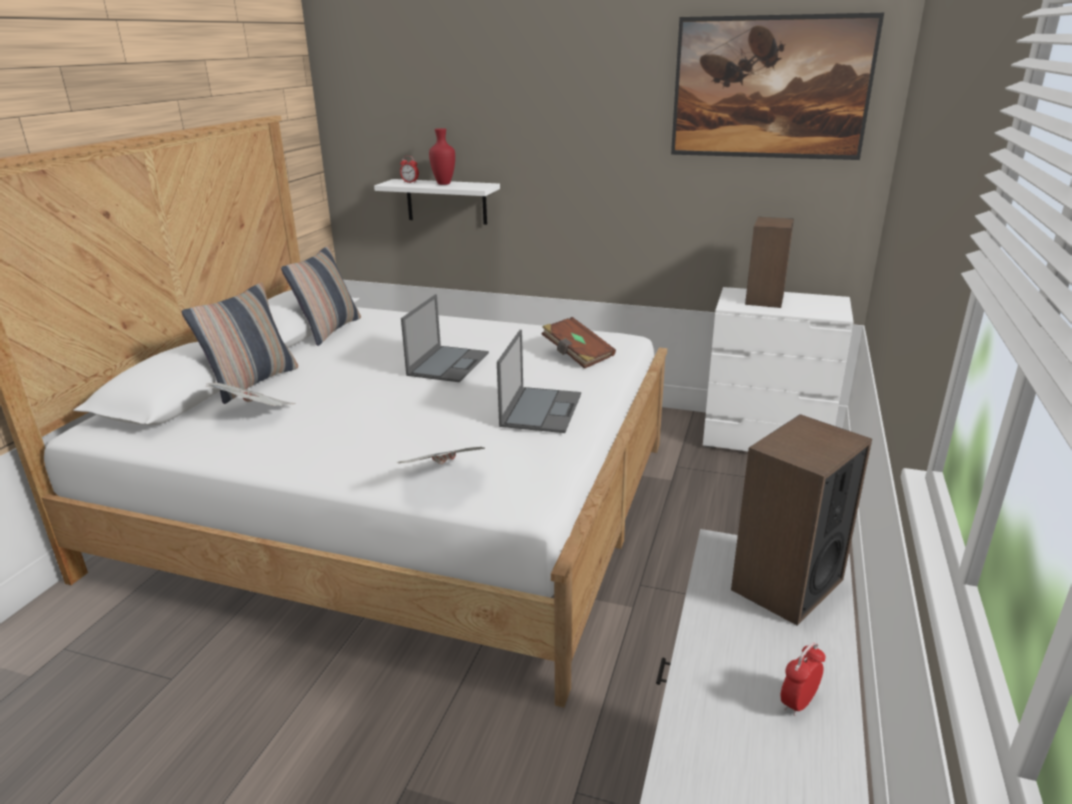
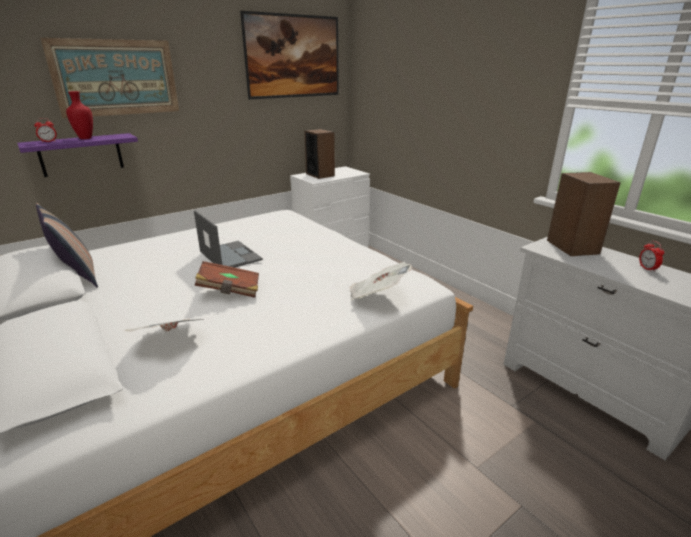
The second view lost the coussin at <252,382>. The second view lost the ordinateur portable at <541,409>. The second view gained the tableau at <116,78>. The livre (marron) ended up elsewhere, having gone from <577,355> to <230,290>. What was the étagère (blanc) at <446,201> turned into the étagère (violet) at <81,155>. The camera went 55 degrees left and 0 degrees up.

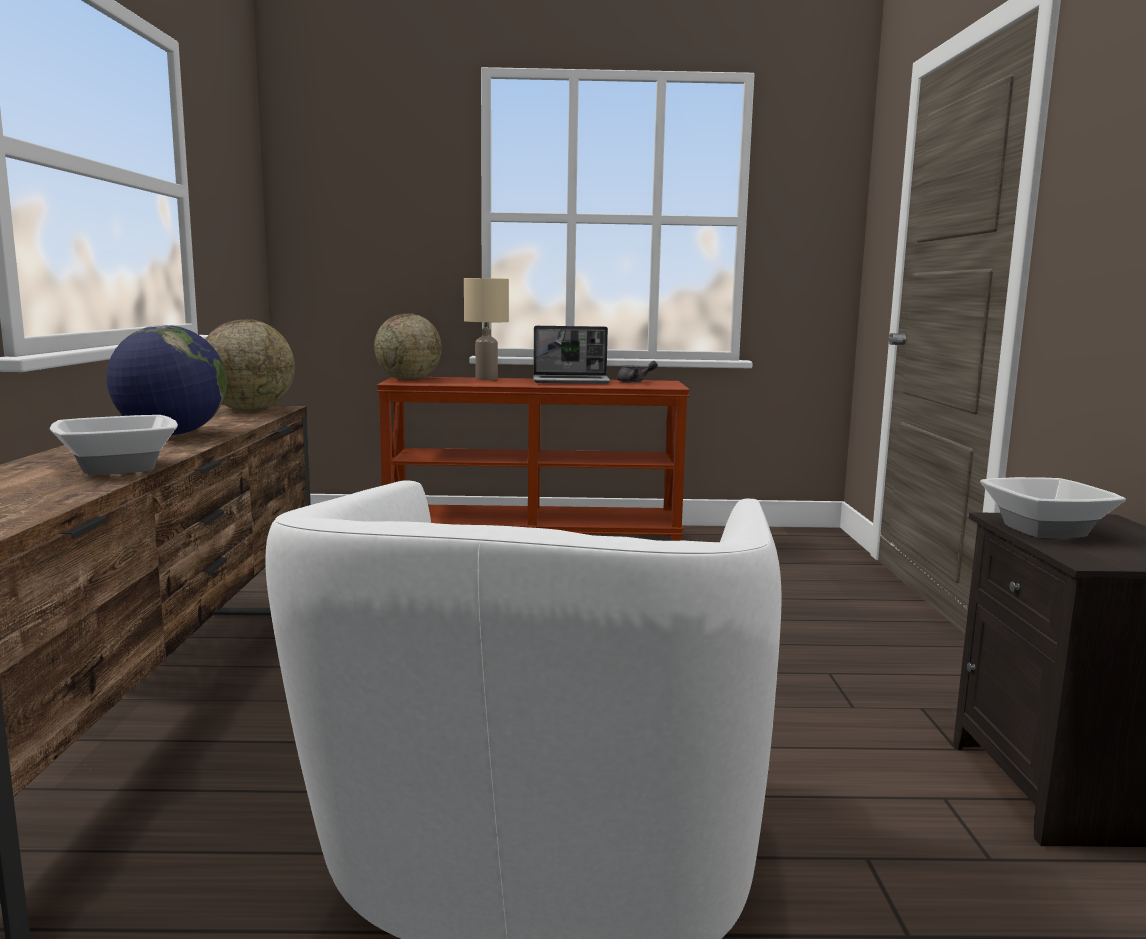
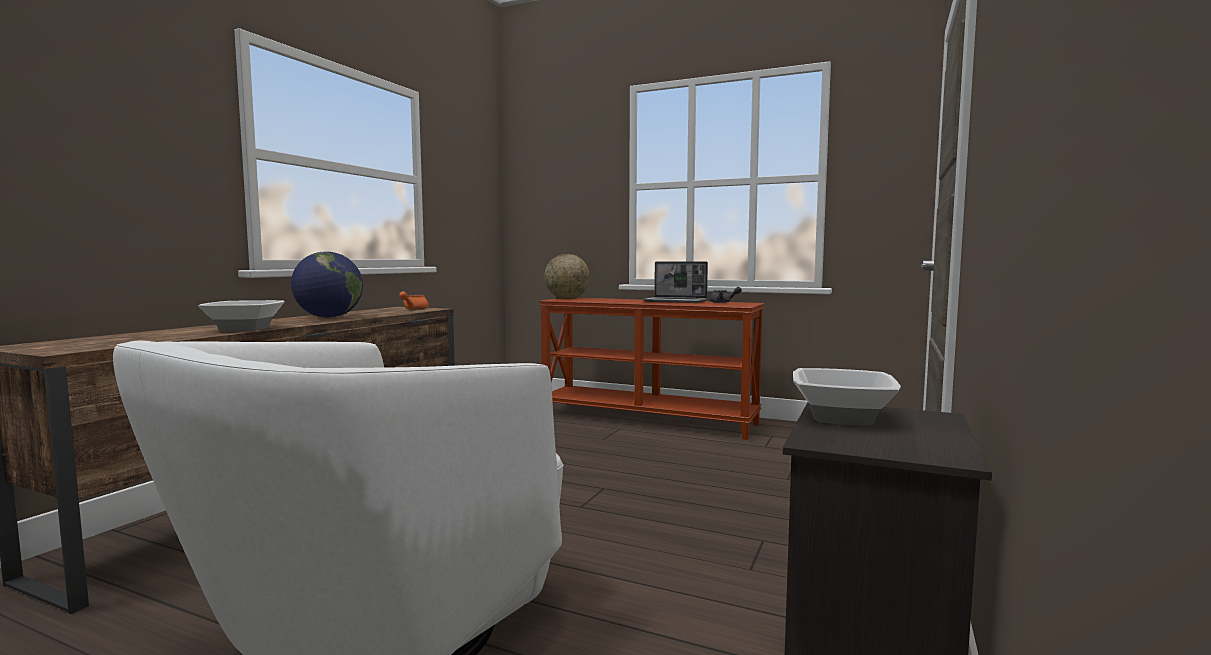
The second view lost the lampe de table (beige) at <485,378>. Where the globe stood at <249,410>, the théière (orange) came to stand at <413,309>. The camera went 25 degrees right and 5 degrees down.

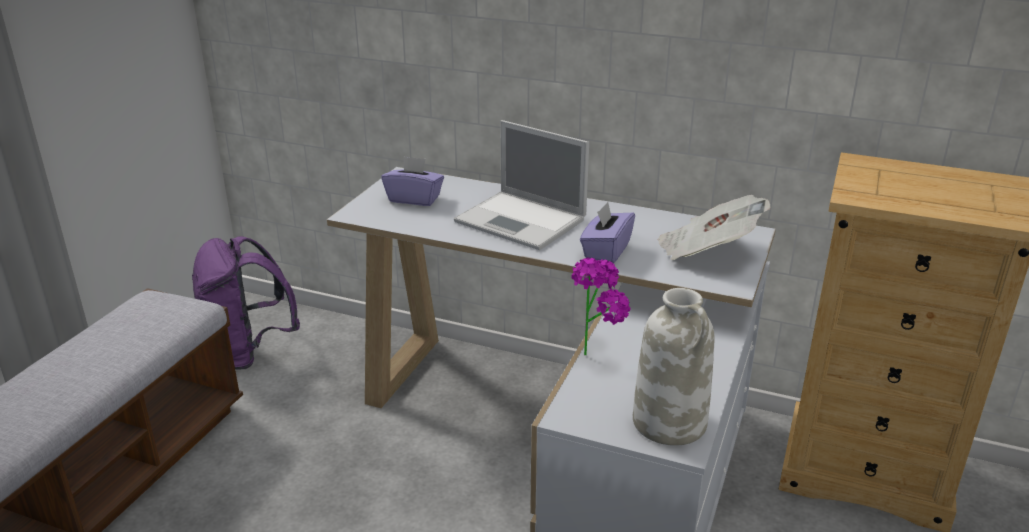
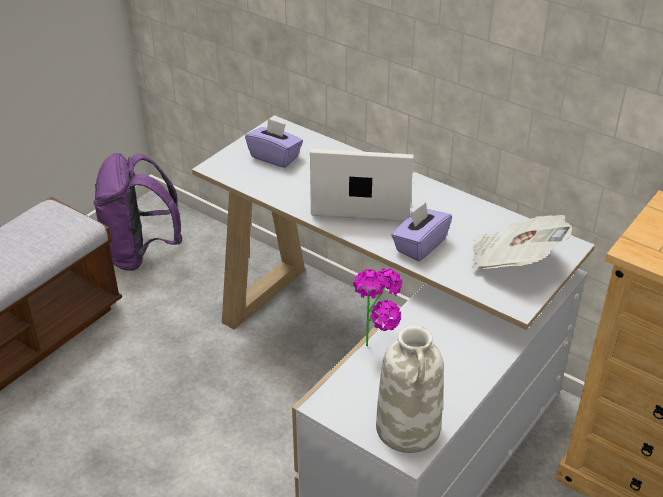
The ordinateur portable at <522,221> ended up facing another way, 135 degrees clockwise from before. The camera went 15 degrees right and 10 degrees up.

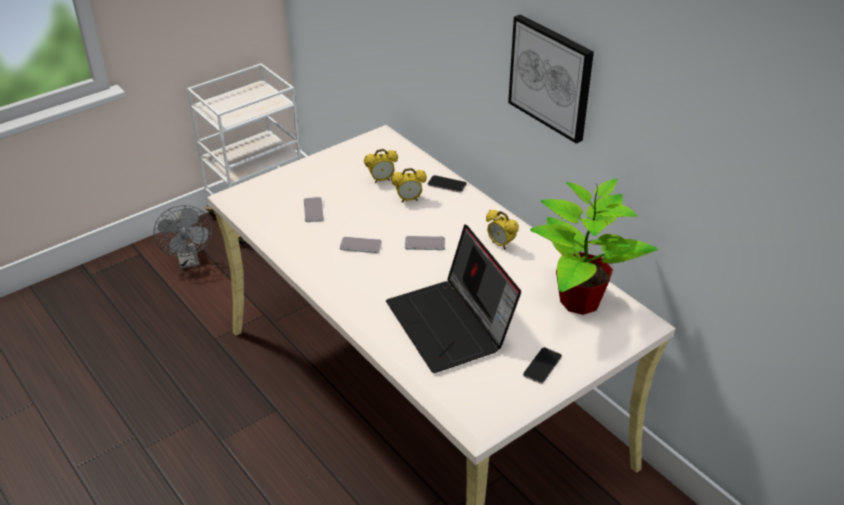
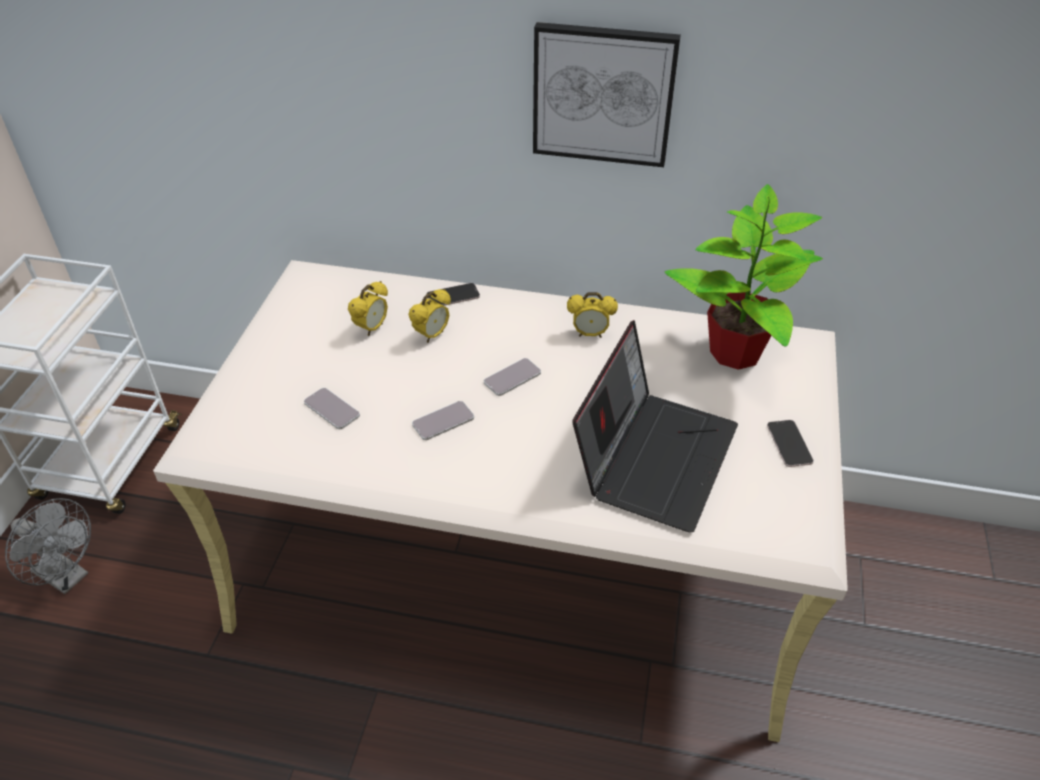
The ordinateur portable at <451,325> ended up facing another way, 90 degrees counterclockwise from before. The camera went 40 degrees left and 5 degrees up.

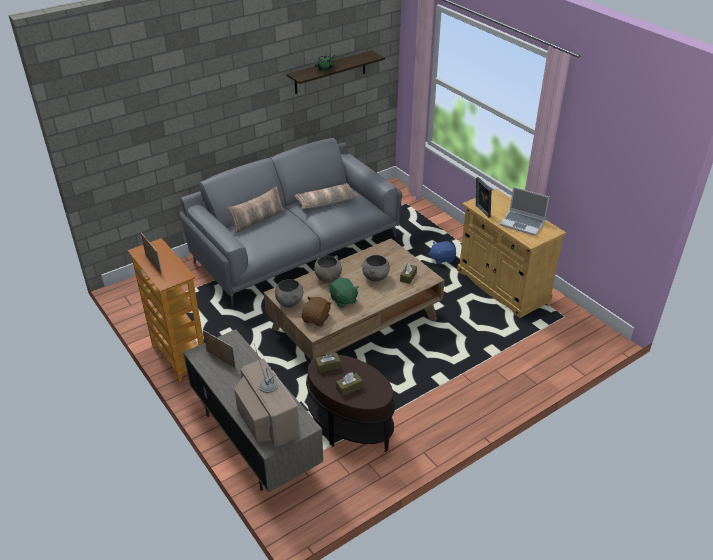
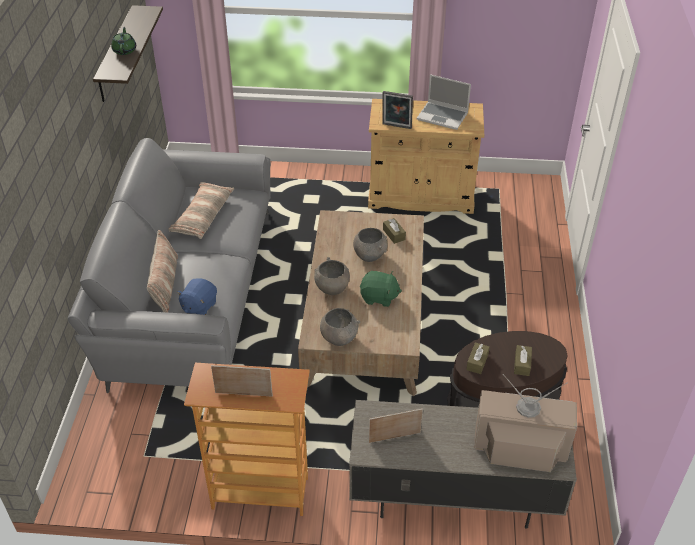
The second view lost the peluche (marron) at <316,319>. The peluche (bleu) ended up elsewhere, having gone from <442,259> to <199,306>. The ordinateur portable at <523,223> ended up facing another way, 45 degrees clockwise from before. The camera went 50 degrees left and 5 degrees up.

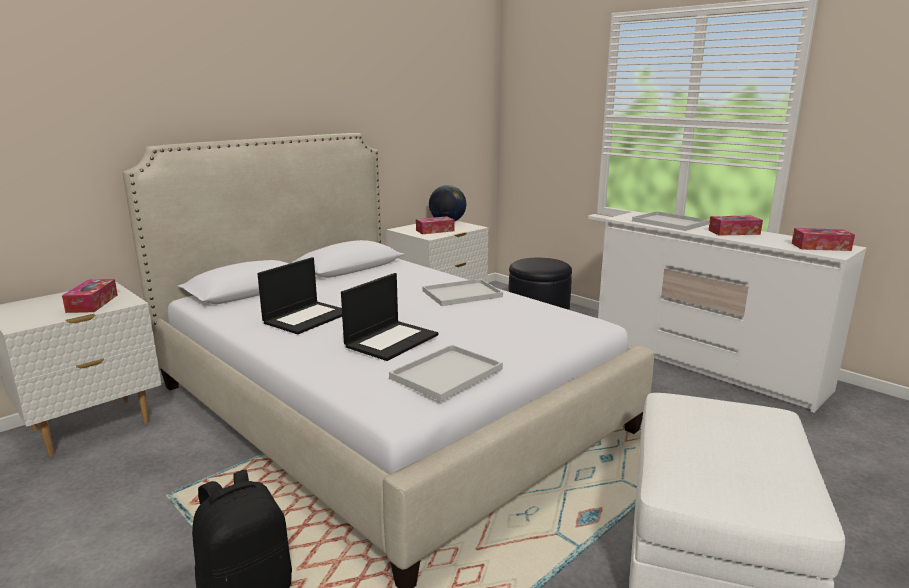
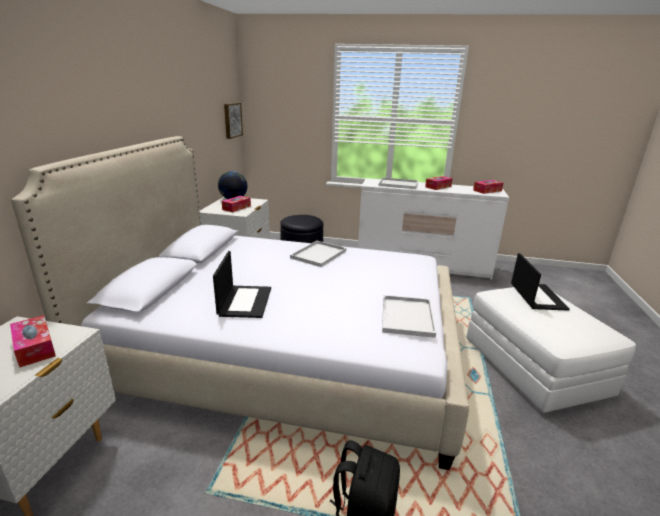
The second view gained the tableau at <232,120>. The ordinateur portable ended up elsewhere, having gone from <391,340> to <537,296>. The camera went 35 degrees left and 5 degrees up.

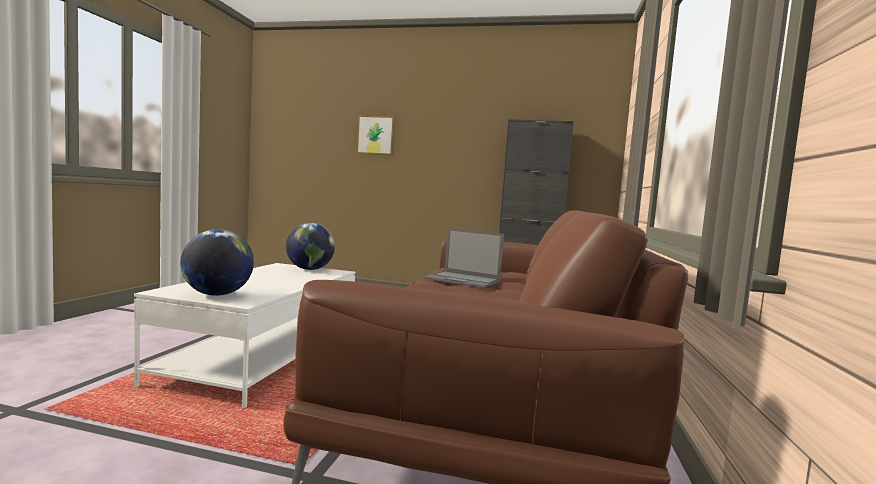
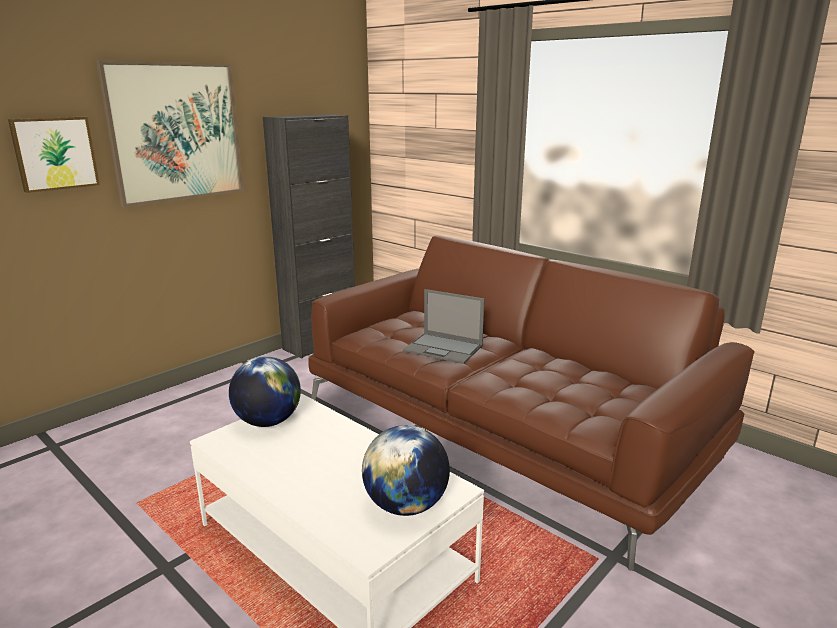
The second view gained the tableau at <176,132>. The ordinateur portable at <463,280> ended up facing another way, 60 degrees clockwise from before. The camera went 60 degrees left and 15 degrees up.

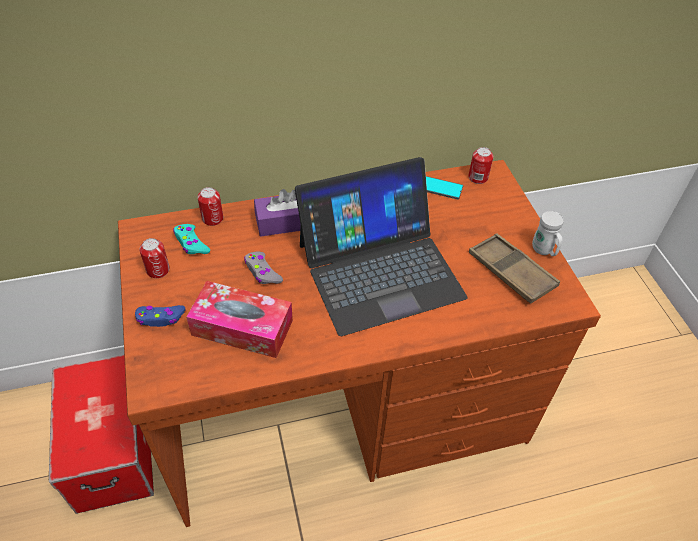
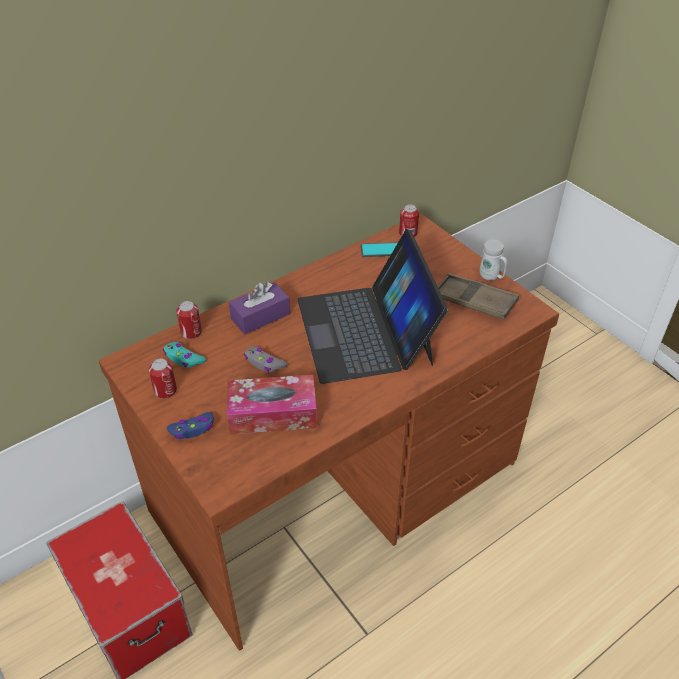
The ordinateur portable at <379,269> ended up facing another way, 120 degrees clockwise from before. The camera went 20 degrees left and 5 degrees down.

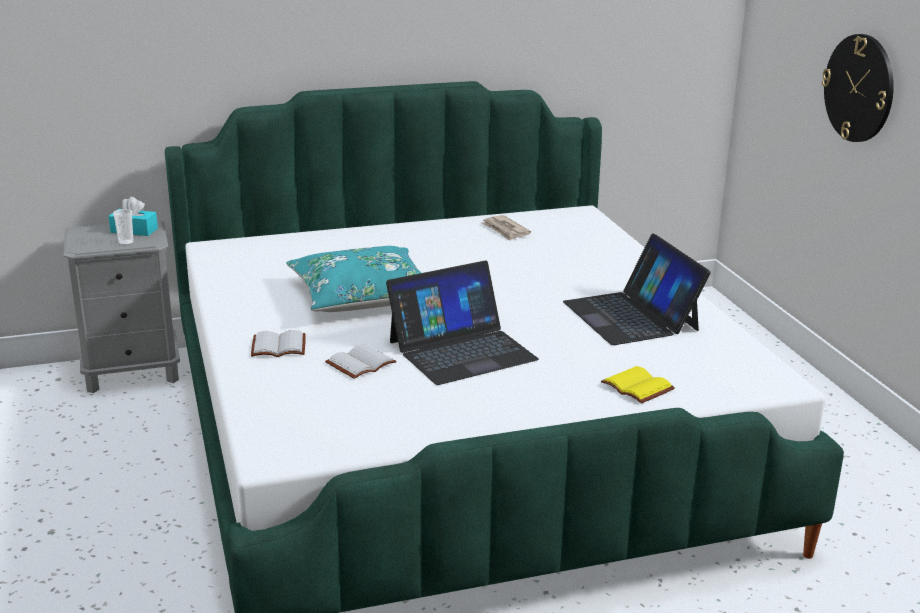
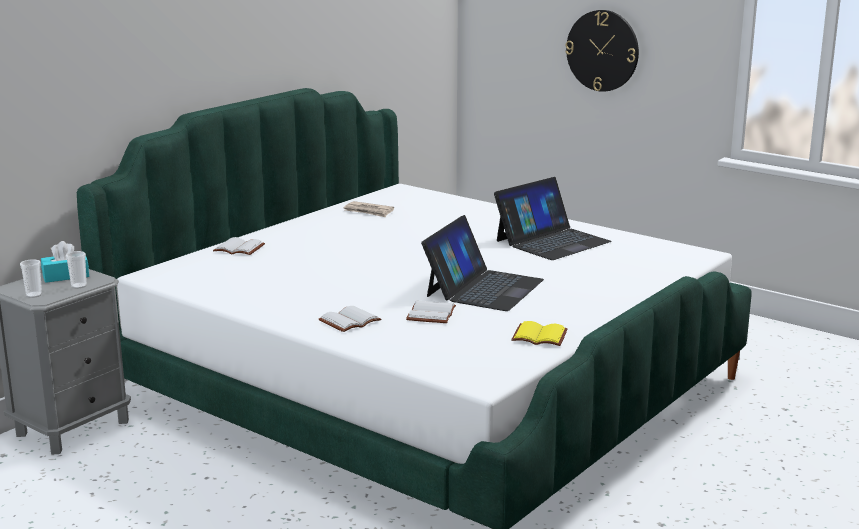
The second view lost the coussin (turquoise) at <363,296>. The second view gained the tasse at <34,295>. The second view gained the livre (blanc) at <238,249>. The livre (jaune) ended up elsewhere, having gone from <639,387> to <540,336>. The ordinateur portable at <631,316> ended up facing another way, 75 degrees counterclockwise from before. The camera went 35 degrees left and 5 degrees down.

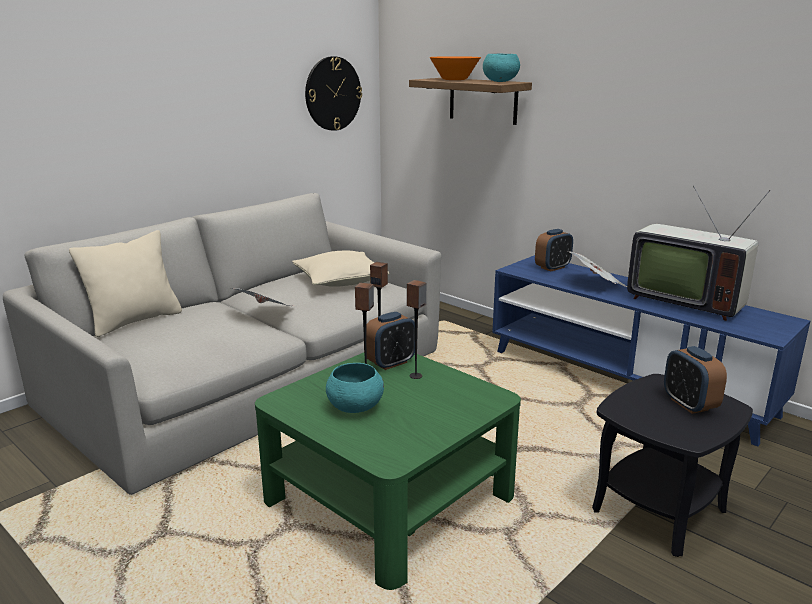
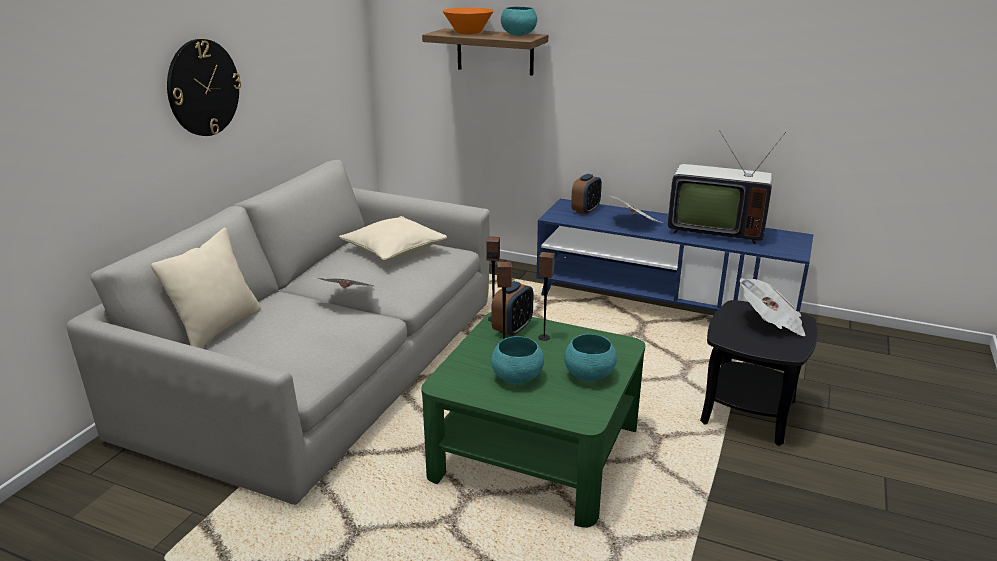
The second view gained the bol (turquoise) at <588,375>. The horloge murale ended up elsewhere, having gone from <333,93> to <203,88>. Where the réveil stood at <689,404>, the journal came to stand at <771,323>. The camera went 20 degrees left and 5 degrees up.

